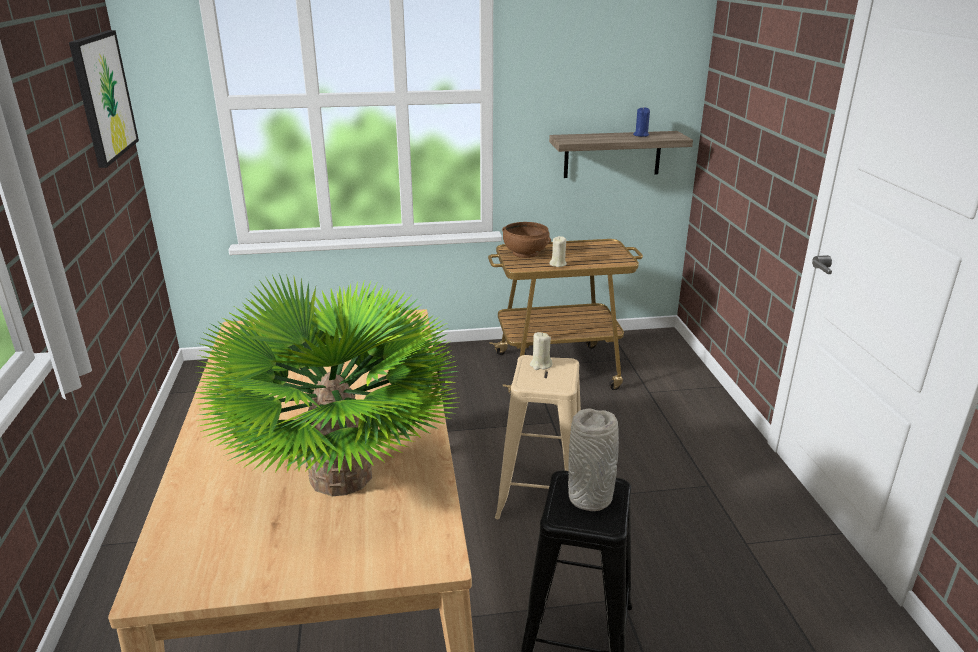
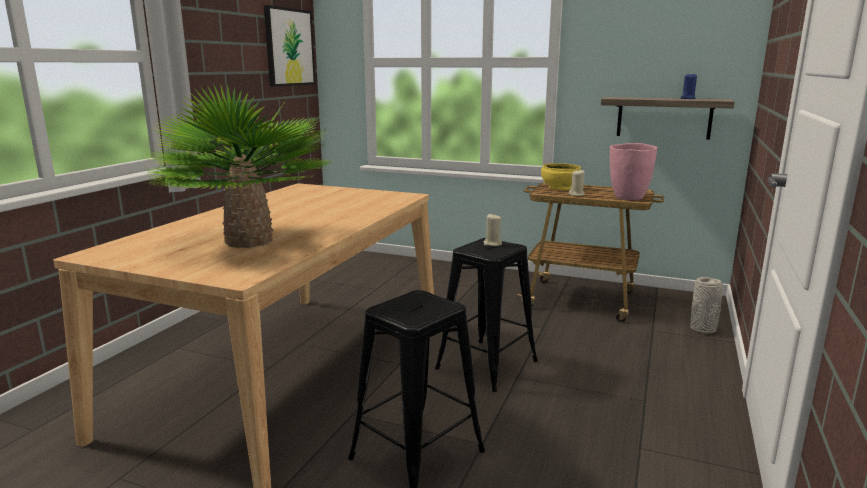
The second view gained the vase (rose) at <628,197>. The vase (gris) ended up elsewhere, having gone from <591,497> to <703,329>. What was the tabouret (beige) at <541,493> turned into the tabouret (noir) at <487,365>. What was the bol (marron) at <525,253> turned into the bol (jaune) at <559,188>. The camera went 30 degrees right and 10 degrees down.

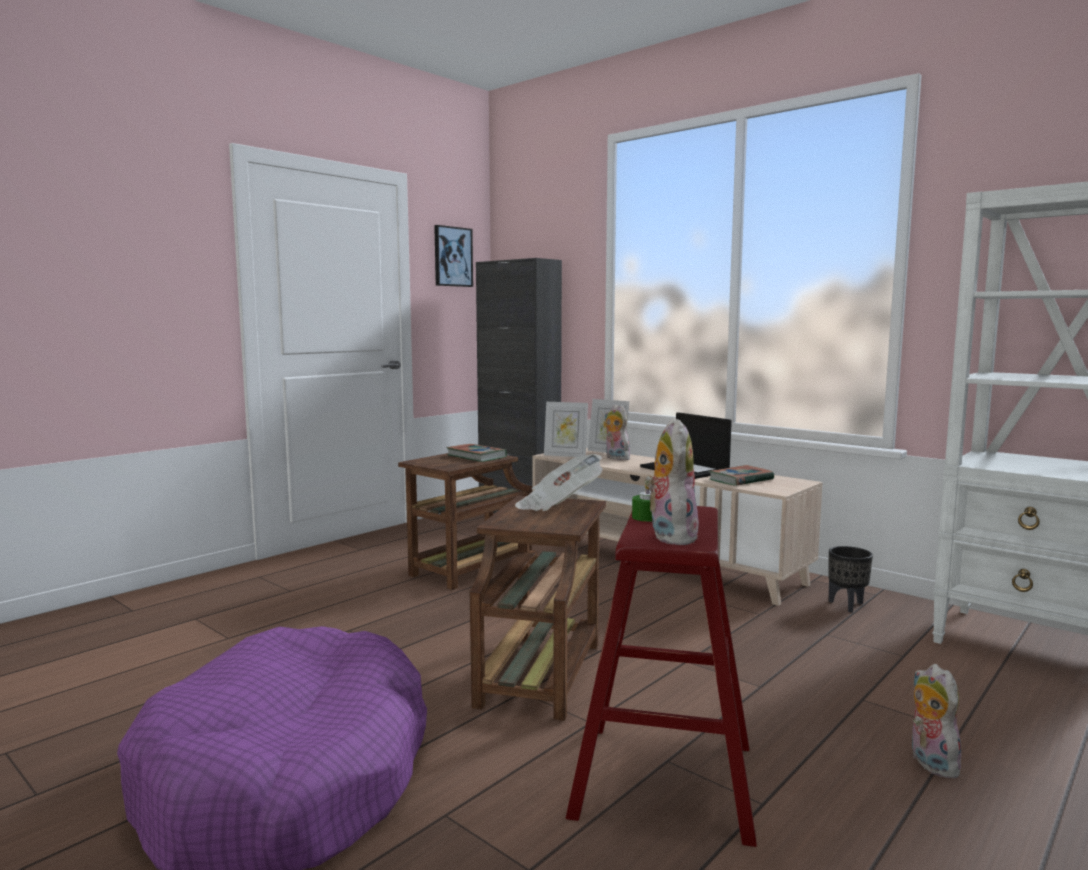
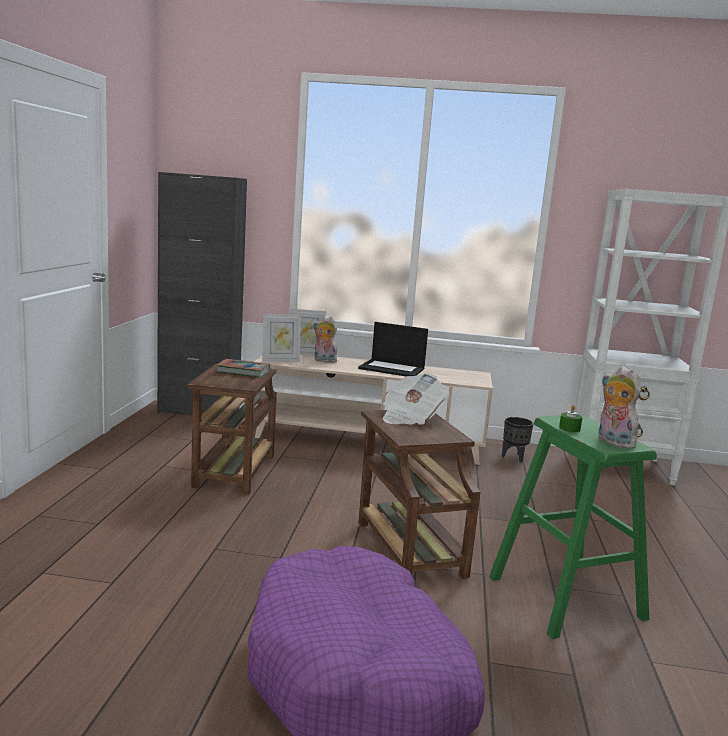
The second view lost the tableau at <452,256>. The second view lost the livre at <741,480>. The second view lost the peluche at <929,763>. What was the tabouret (rouge) at <664,779> turned into the tabouret (vert) at <566,598>. The camera went 35 degrees left and 5 degrees up.

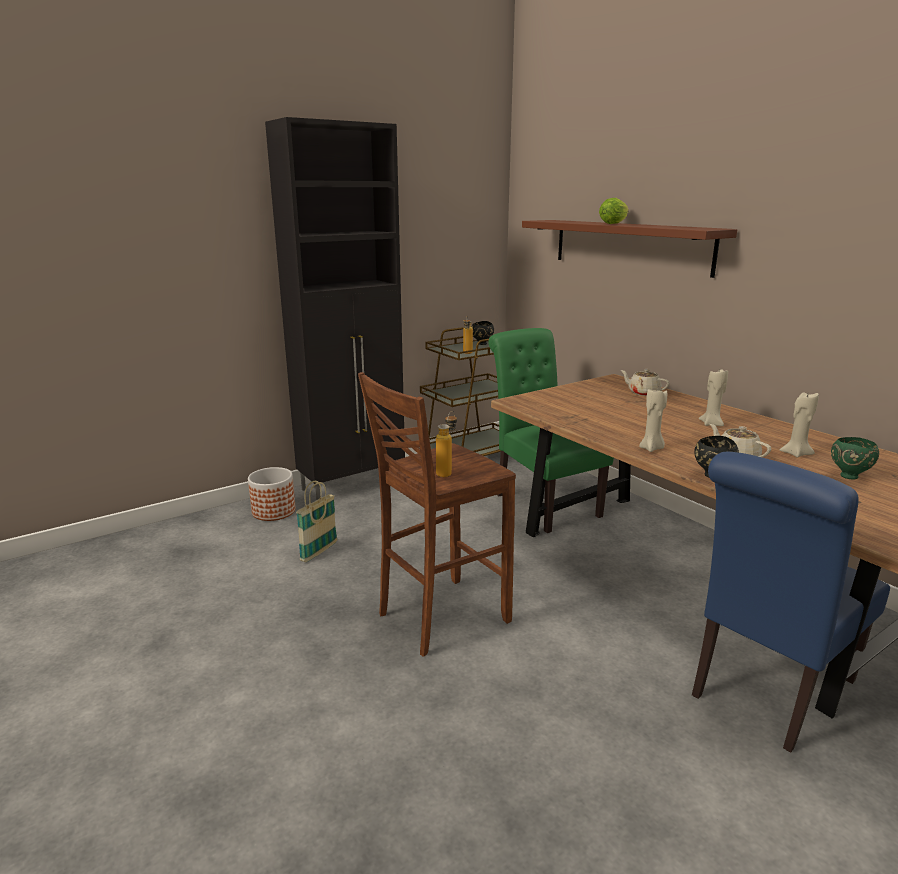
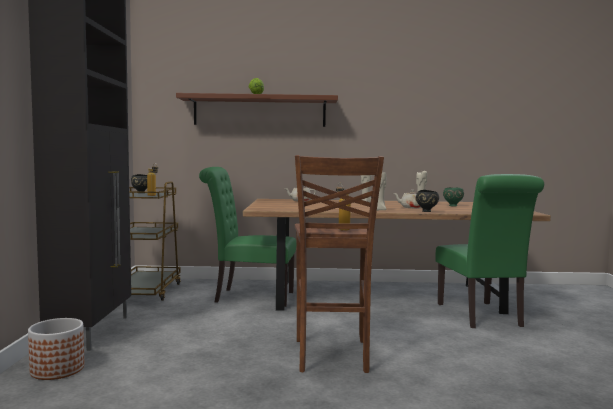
The second view lost the panier at <319,552>. What was the chaise (bleu) at <766,691> turned into the chaise (vert) at <481,316>. The camera went 55 degrees left and 15 degrees down.

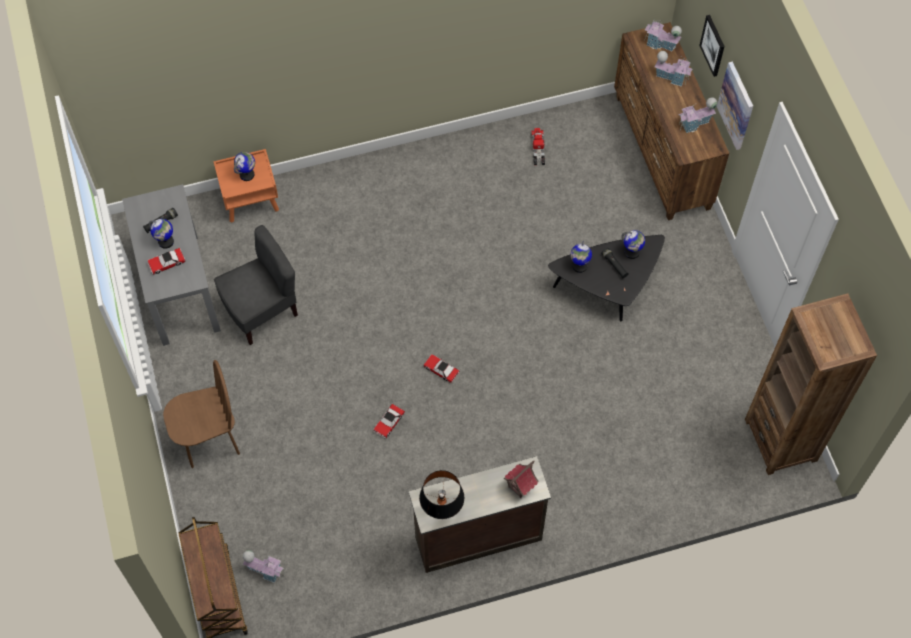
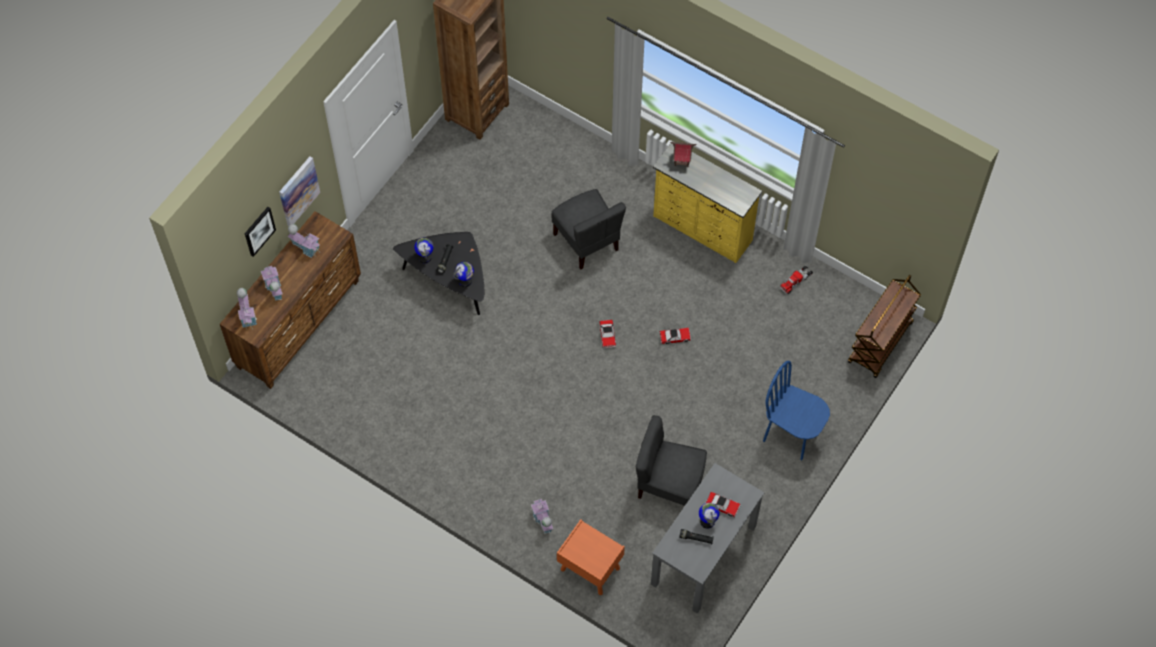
The second view lost the globe at <247,174>. The second view lost the lampe de table (noir) at <441,508>. The second view gained the chaise (gris) at <587,242>. The maison miniature ended up elsewhere, having gone from <265,570> to <542,521>. The camion jouet ended up elsewhere, having gone from <538,149> to <796,281>. What was the chaise (marron) at <210,440> turned into the chaise (bleu) at <791,434>. What was the commode (marron) at <477,537> turned into the commode (jaune) at <702,229>. The camera went 130 degrees left and 0 degrees up.

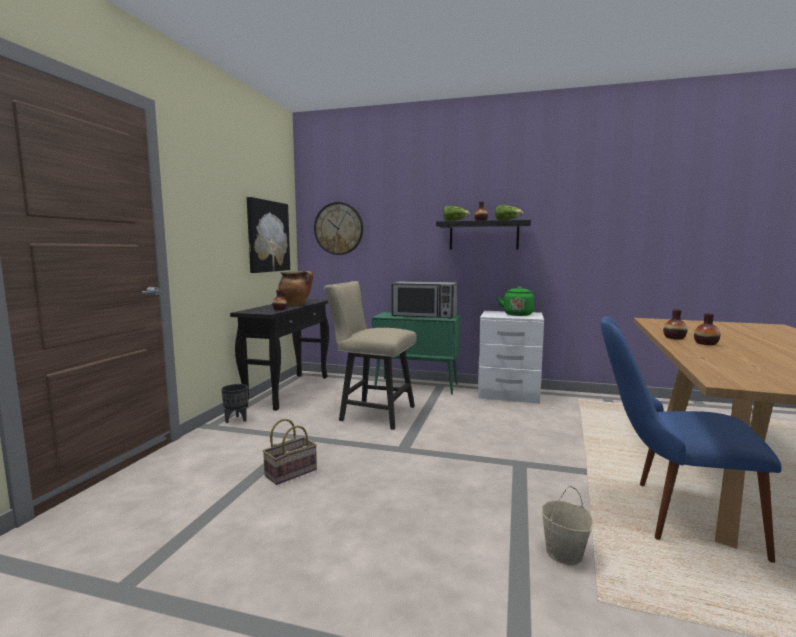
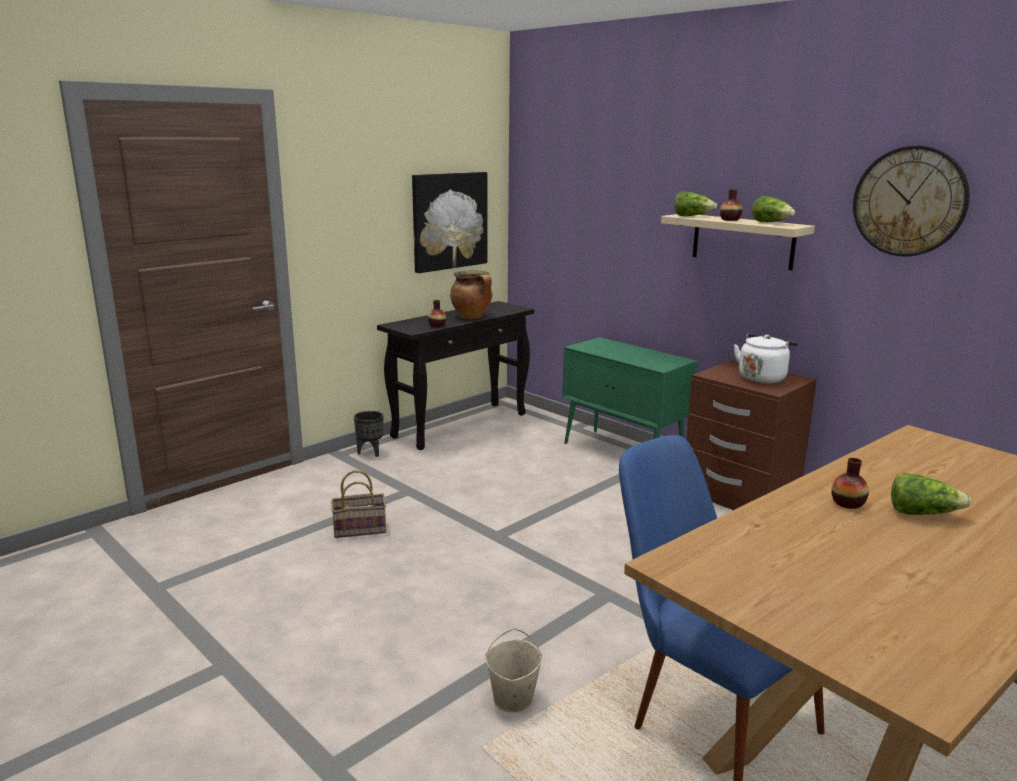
The second view lost the chaise (beige) at <372,413>. The second view lost the micro-ondes at <424,316>. The second view lost the vase at <674,338>. The second view gained the laitue at <922,513>. The horloge murale ended up elsewhere, having gone from <338,228> to <909,201>. What was the étagère (noir) at <483,235> turned into the étagère (beige) at <742,241>. What was the table de chevet (blanc) at <508,394> turned into the table de chevet (marron) at <739,496>. What was the bouilloire (vert) at <517,314> turned into the bouilloire (blanc) at <762,378>. The camera went 30 degrees right and 10 degrees up.

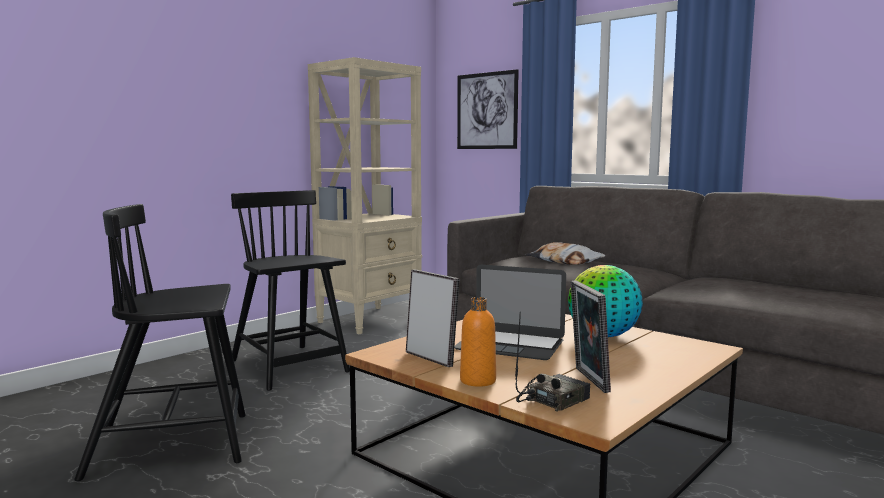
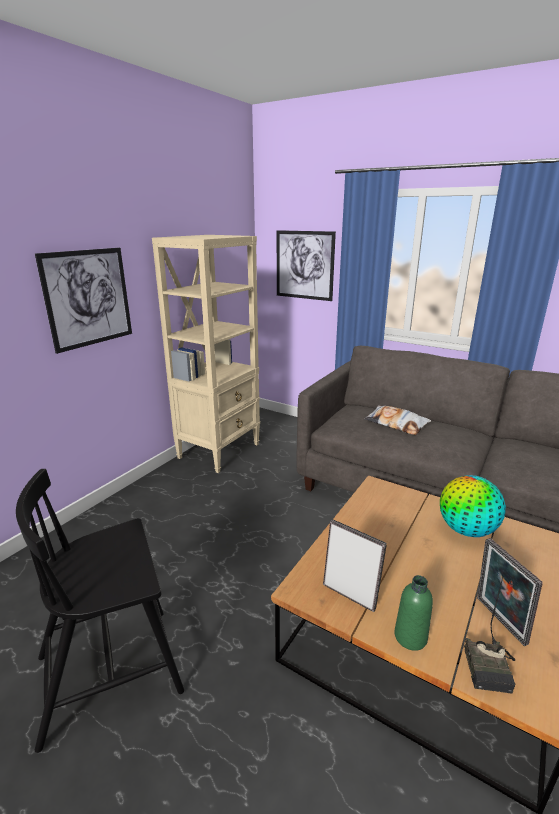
The second view lost the chaise (noir) at <289,367>. The second view lost the ordinateur portable at <510,344>. The second view gained the tableau at <88,298>. What was the bouteille (orange) at <478,380> turned into the bouteille (vert) at <410,637>. The radio at <552,399> ended up facing another way, 150 degrees clockwise from before. The camera went 10 degrees left and 15 degrees up.

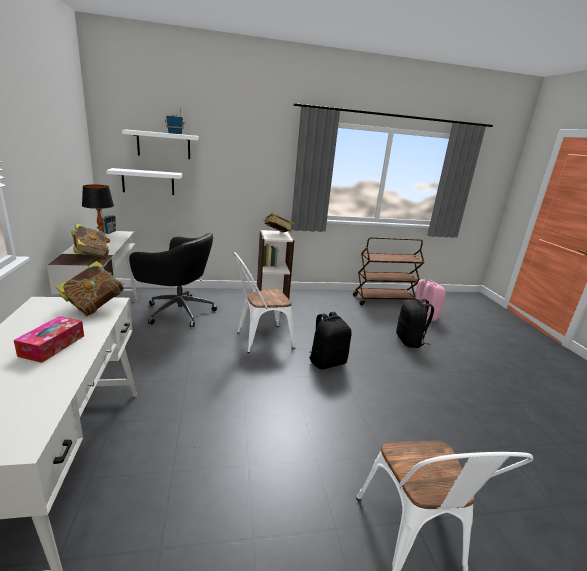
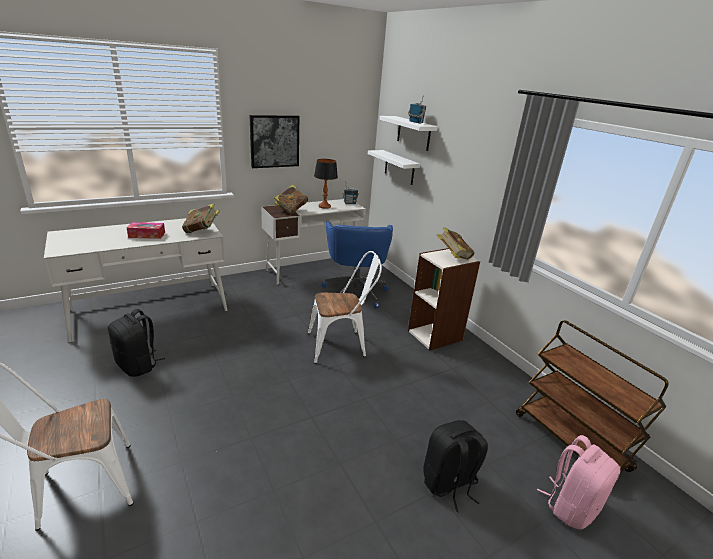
The second view gained the tableau at <274,141>. The sac à dos (noir) ended up elsewhere, having gone from <327,362> to <138,365>. What was the chaise de bureau (noir) at <178,311> turned into the chaise de bureau (bleu) at <355,291>. The chaise (blanc) at <259,339> ended up facing another way, 120 degrees clockwise from before. The camera went 70 degrees right and 5 degrees up.

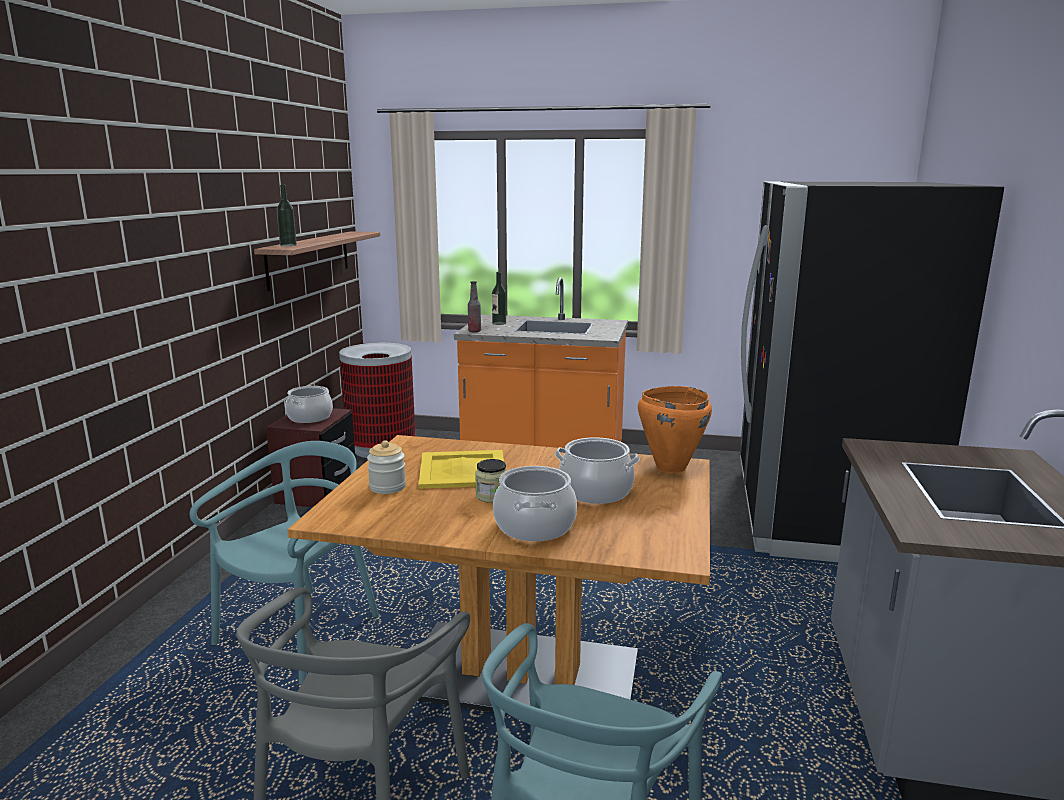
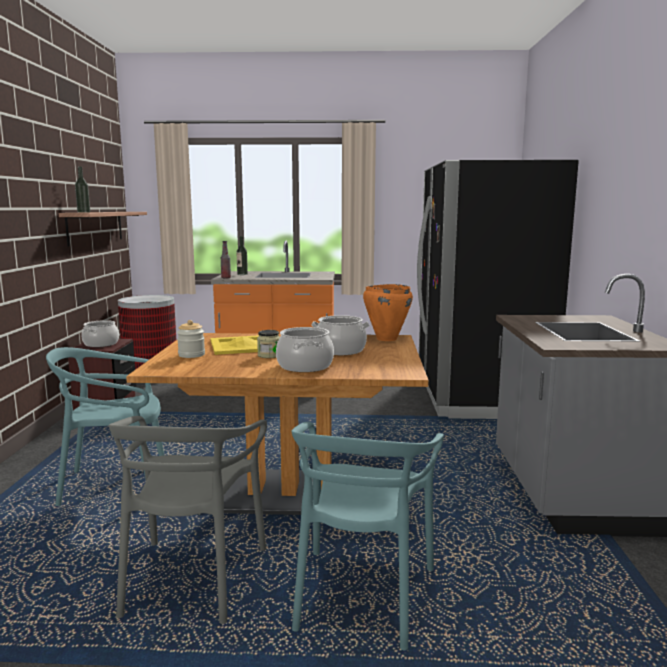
The chaise (turquoise) at <300,633> ended up facing another way, 120 degrees counterclockwise from before. The camera went 10 degrees left and 5 degrees down.

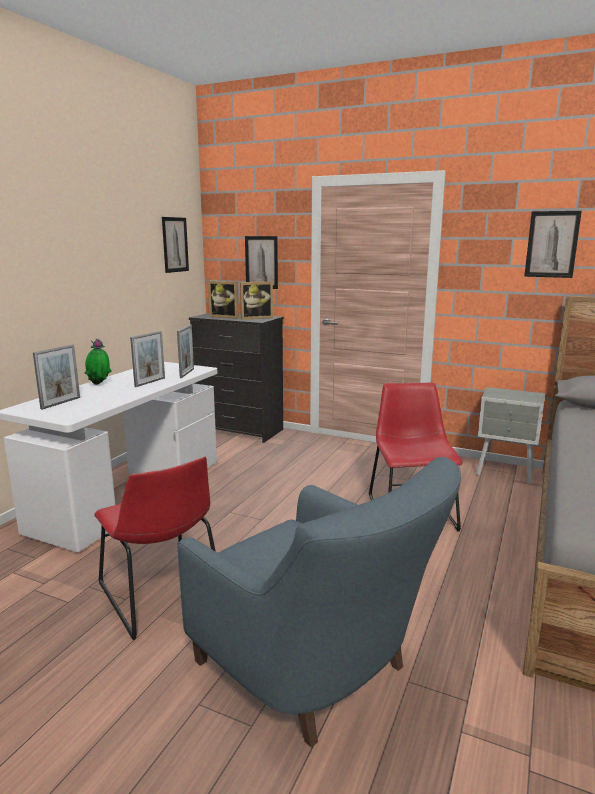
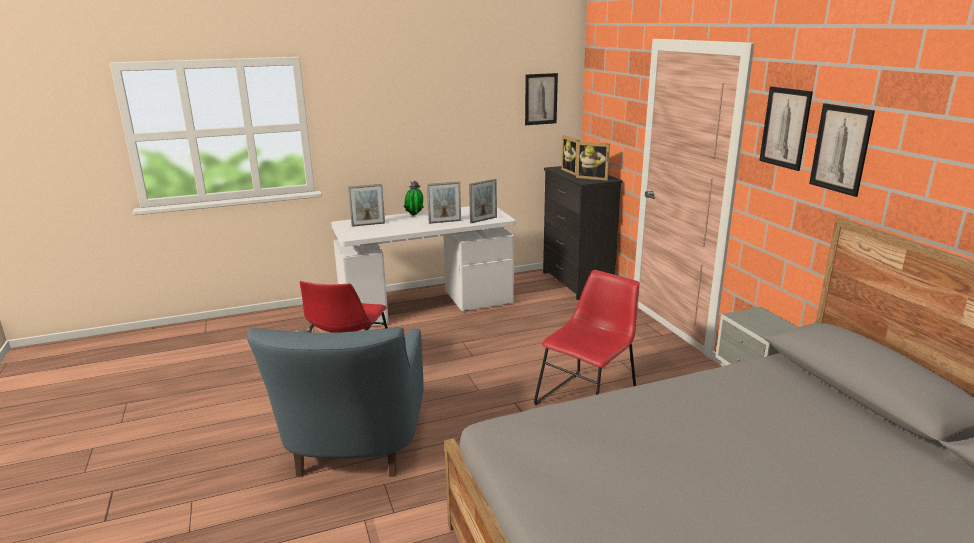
The tableau ended up elsewhere, having gone from <261,262> to <785,128>. The camera went 45 degrees right and 5 degrees up.

